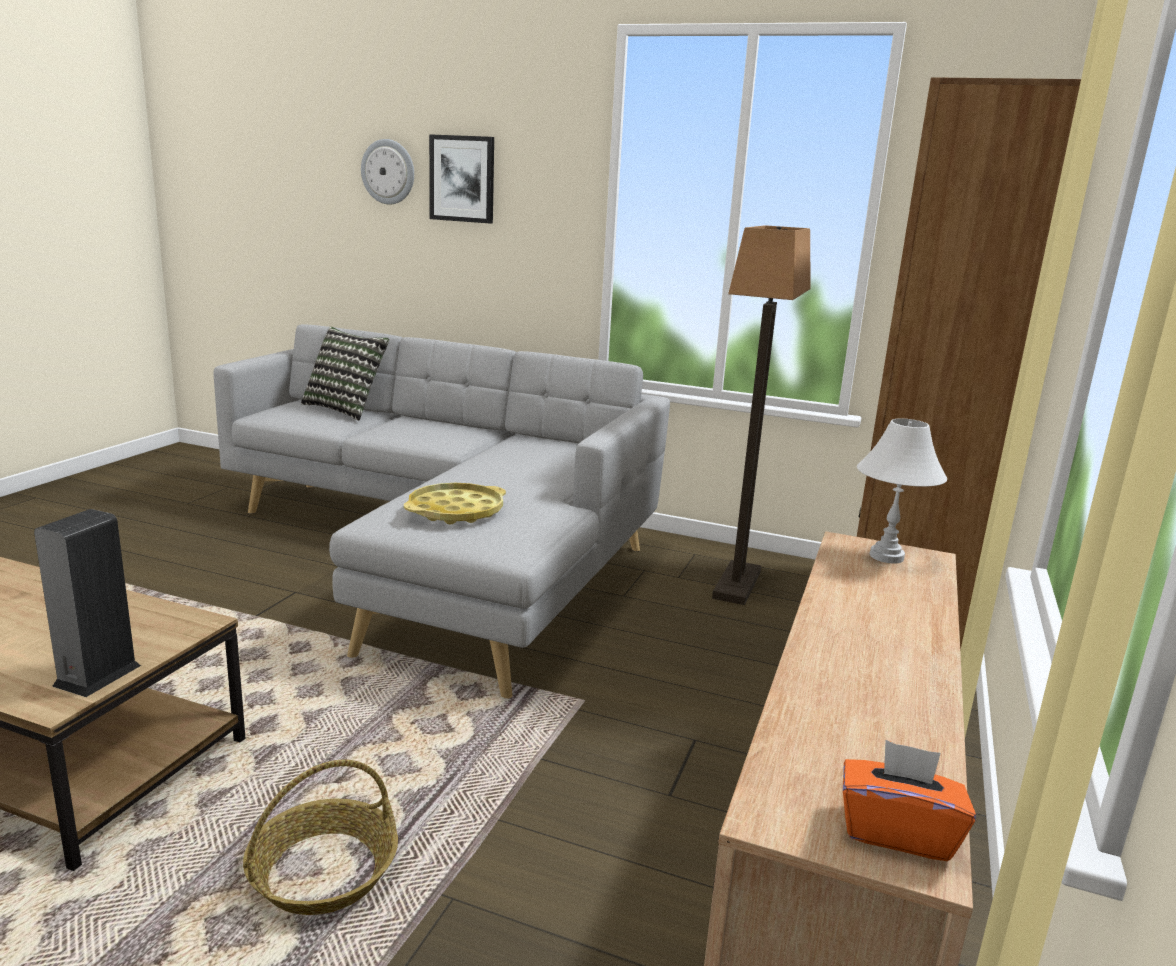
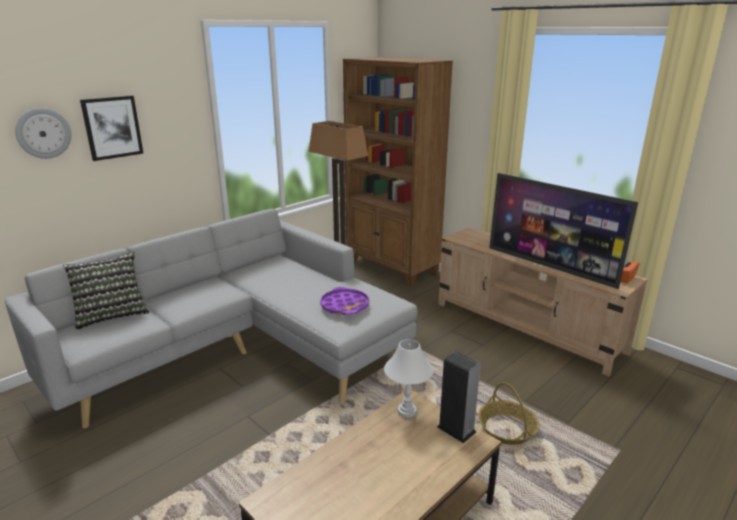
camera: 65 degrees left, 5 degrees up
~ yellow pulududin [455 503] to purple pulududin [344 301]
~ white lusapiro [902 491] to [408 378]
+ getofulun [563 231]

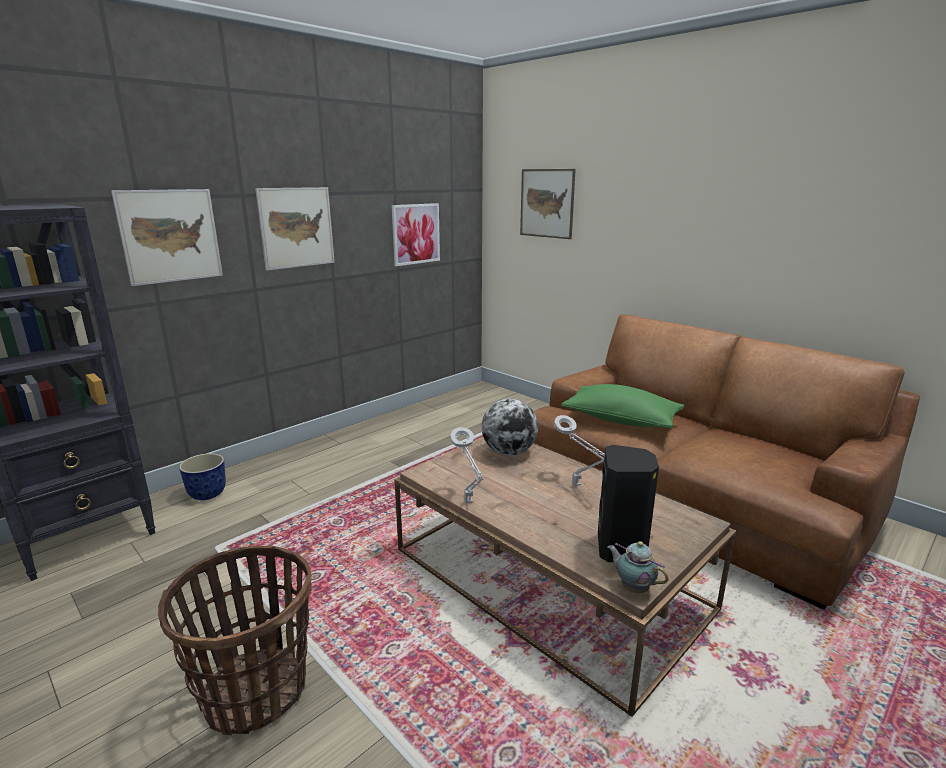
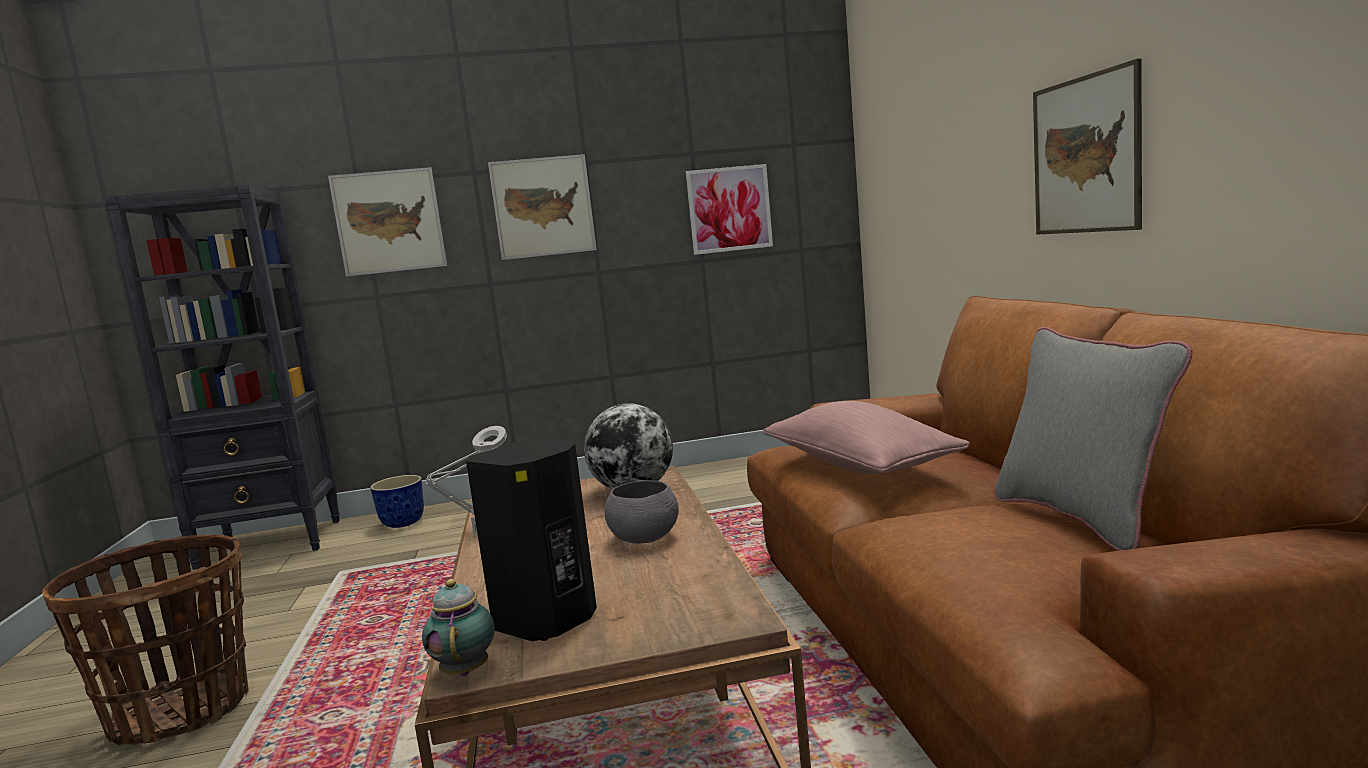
camera: 35 degrees right, 10 degrees down
~ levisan [548 204] to [1087 146]
~ grey lusapiro [579 450] to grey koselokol [641 512]
~ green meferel [622 406] to pink meferel [866 437]
+ grey meferel [1093 439]

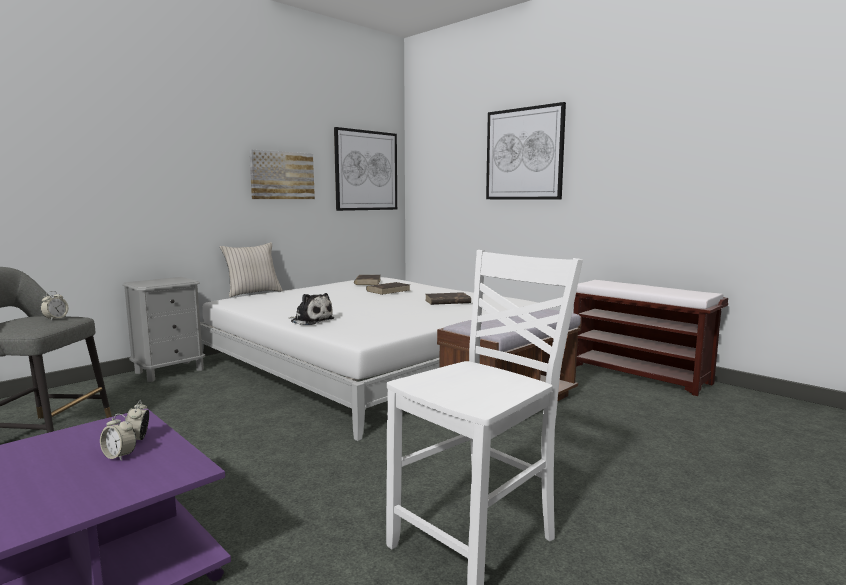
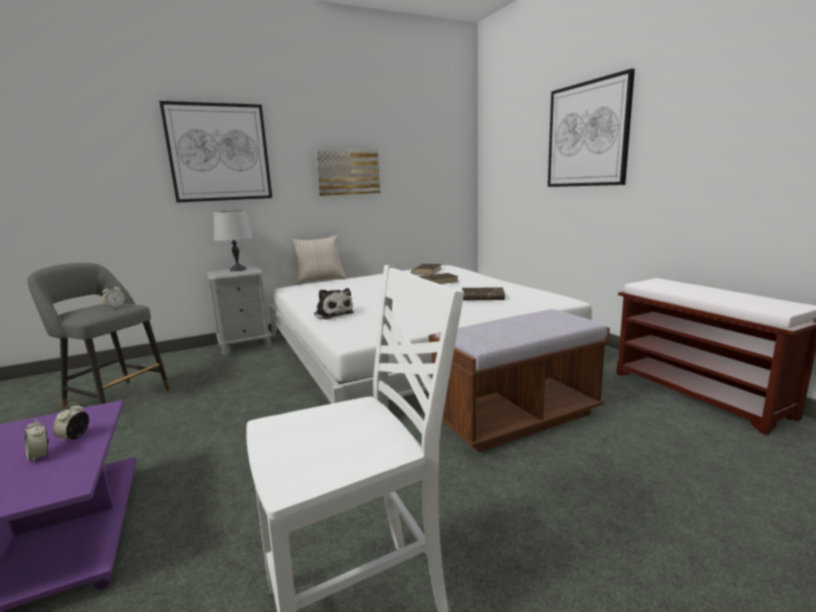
camera: 20 degrees right, 5 degrees up
~ levisan [365 169] to [215 151]
+ grey lusapiro [233 240]

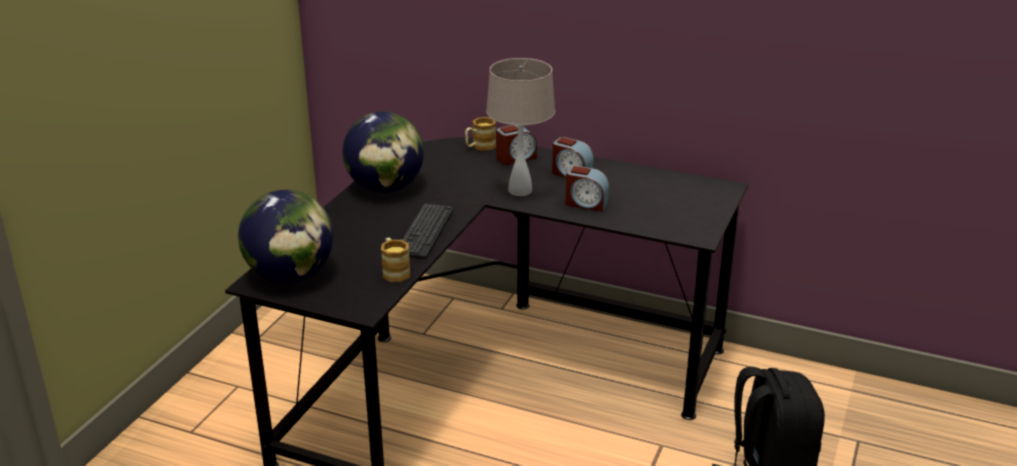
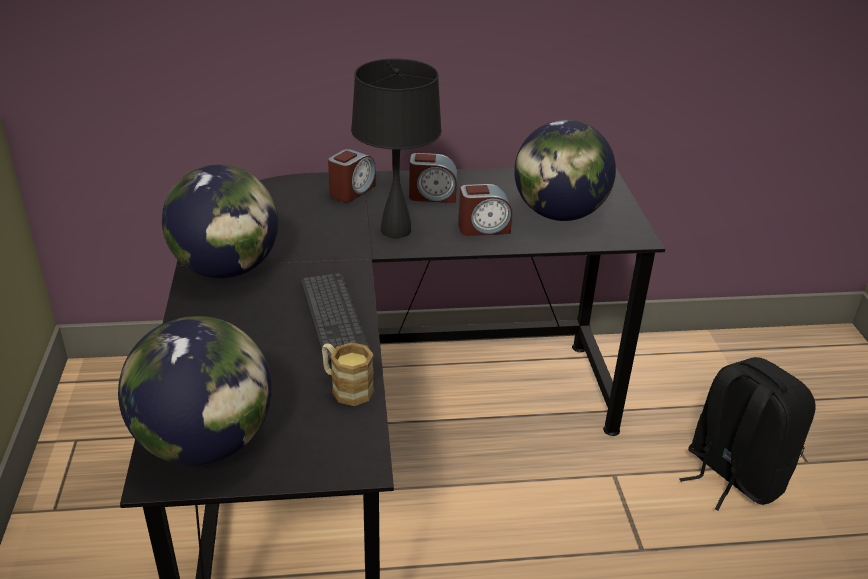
camera: 30 degrees left, 5 degrees up
- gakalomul [480 134]
~ beige lusapiro [520 127] to black lusapiro [396 148]
+ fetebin [565 170]

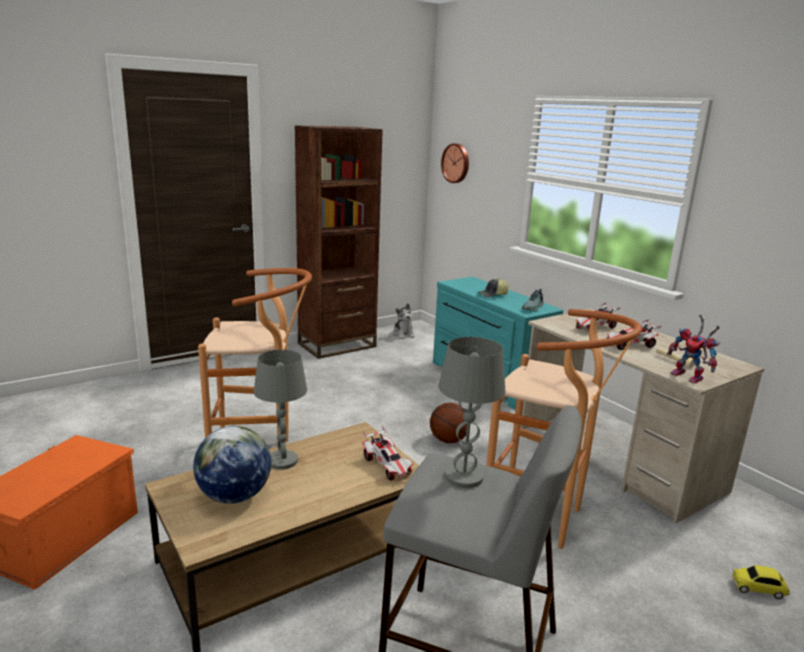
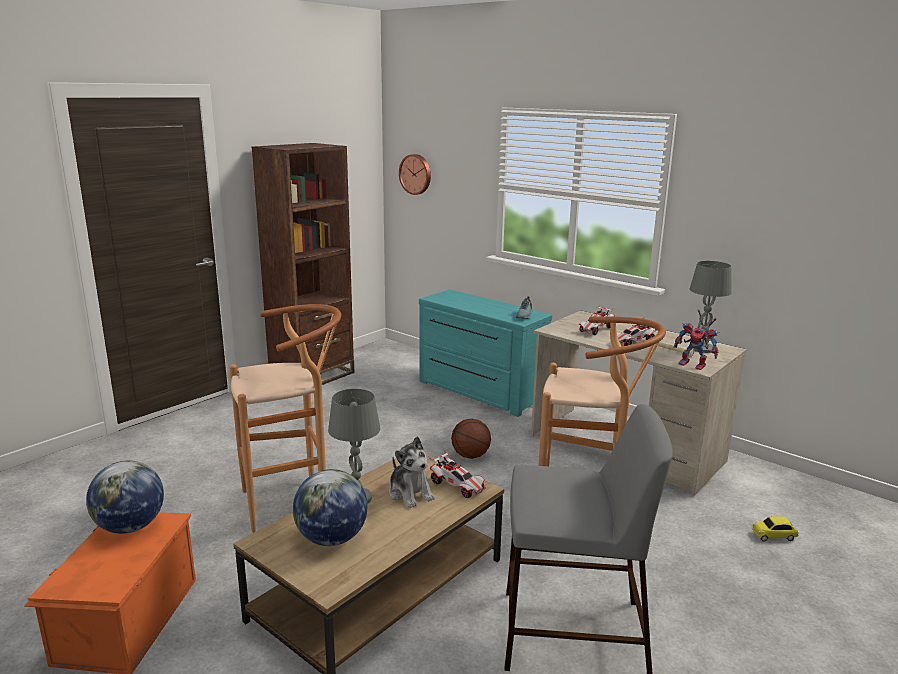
camera: 15 degrees left, 0 degrees up
~ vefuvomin [404 321] to [412 472]
~ grey lusapiro [472 412] to [710 307]
- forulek [492 287]
+ fetebin [125 497]

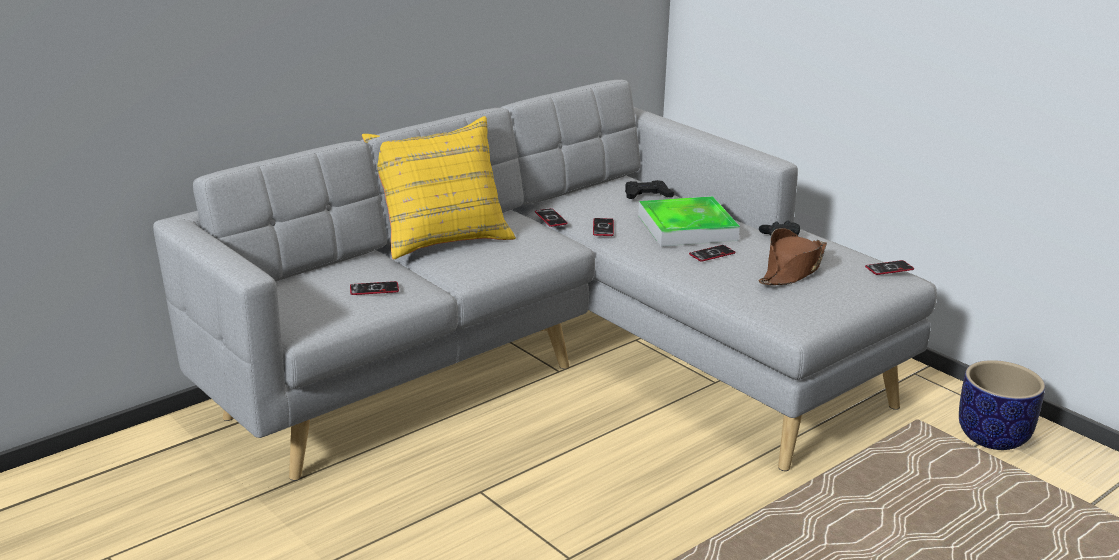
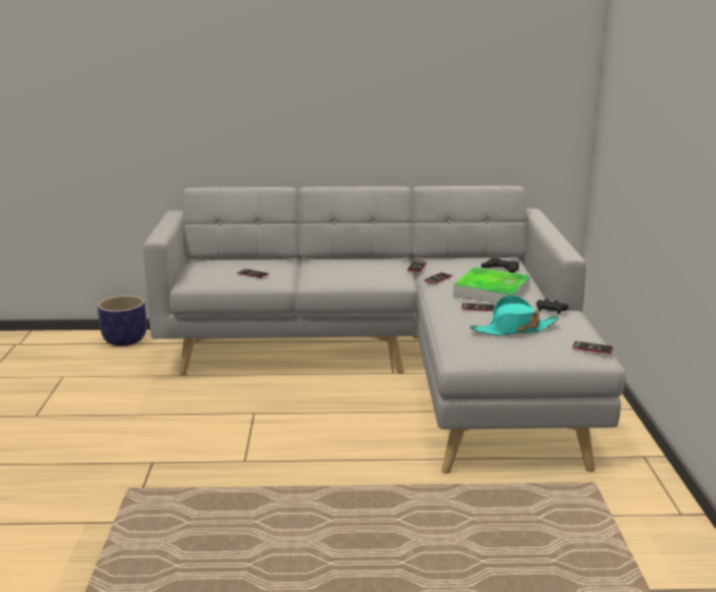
camera: 40 degrees right, 5 degrees down
- yellow meferel [439 188]
~ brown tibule [792 256] to turquoise tibule [514 315]
~ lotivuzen [1002 405] to [122 320]

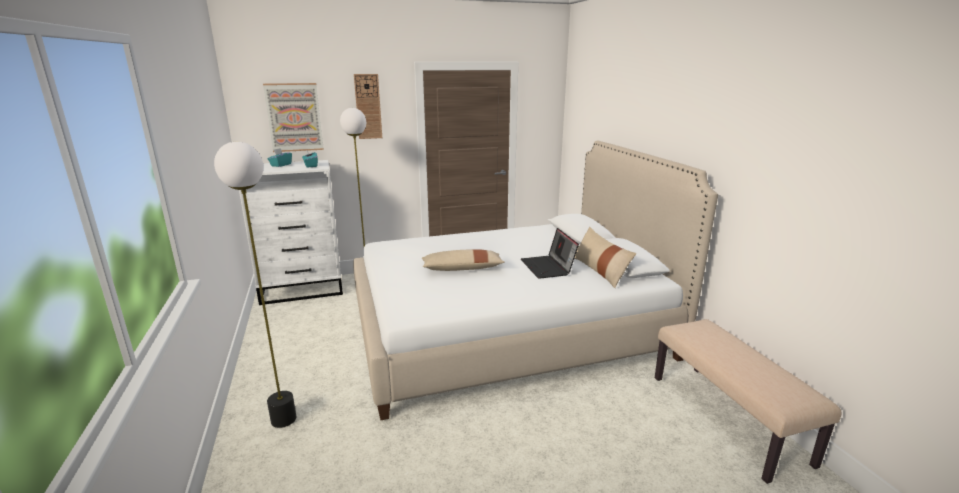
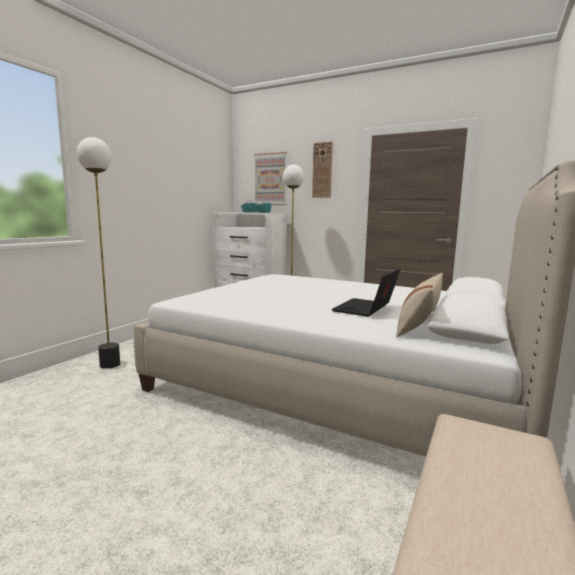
camera: 45 degrees right, 10 degrees down
- beige meferel [463 260]

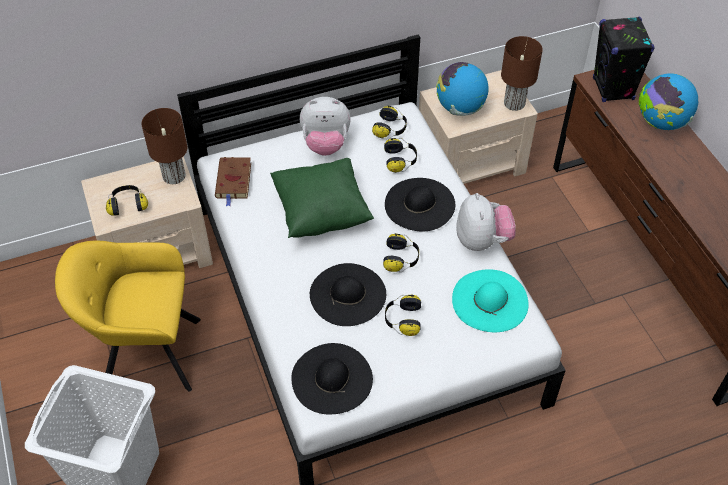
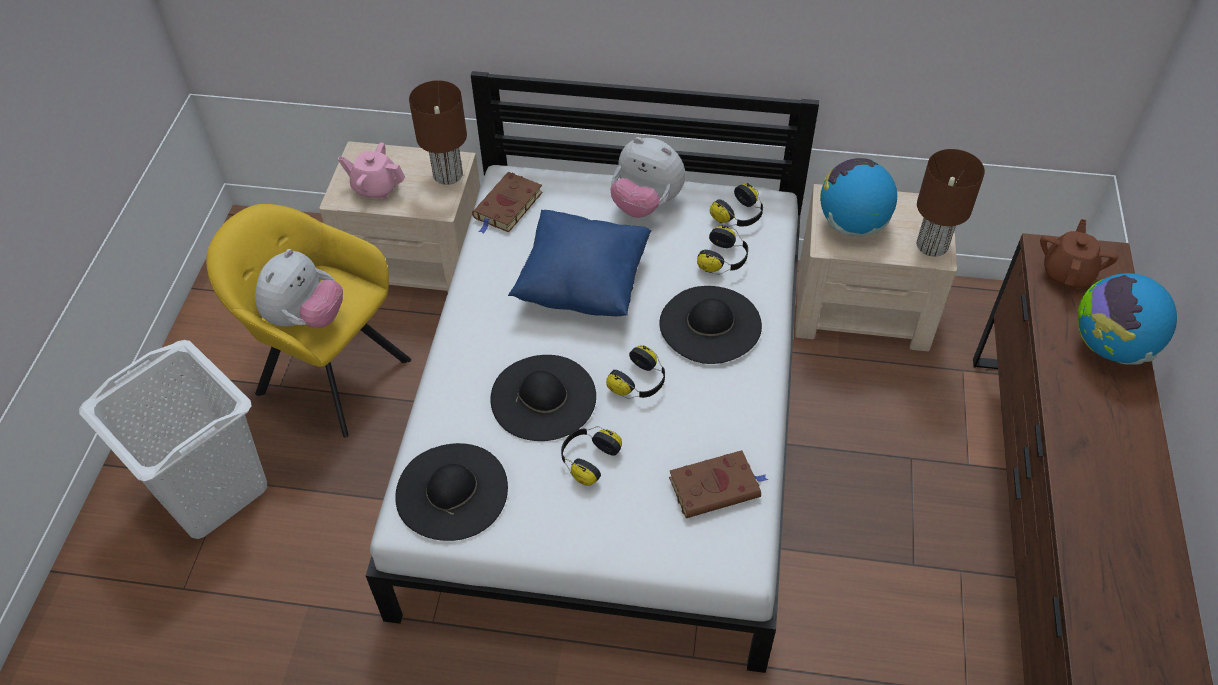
camera: 30 degrees right, 0 degrees up
~ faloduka [127 200] to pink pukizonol [371 171]
~ green meferel [322 198] to blue meferel [579 263]
~ turquoise tibule [490 300] to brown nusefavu [718 484]
~ vefuvomin [486 222] to [299 288]
~ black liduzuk [624 59] to brown pukizonol [1079 254]

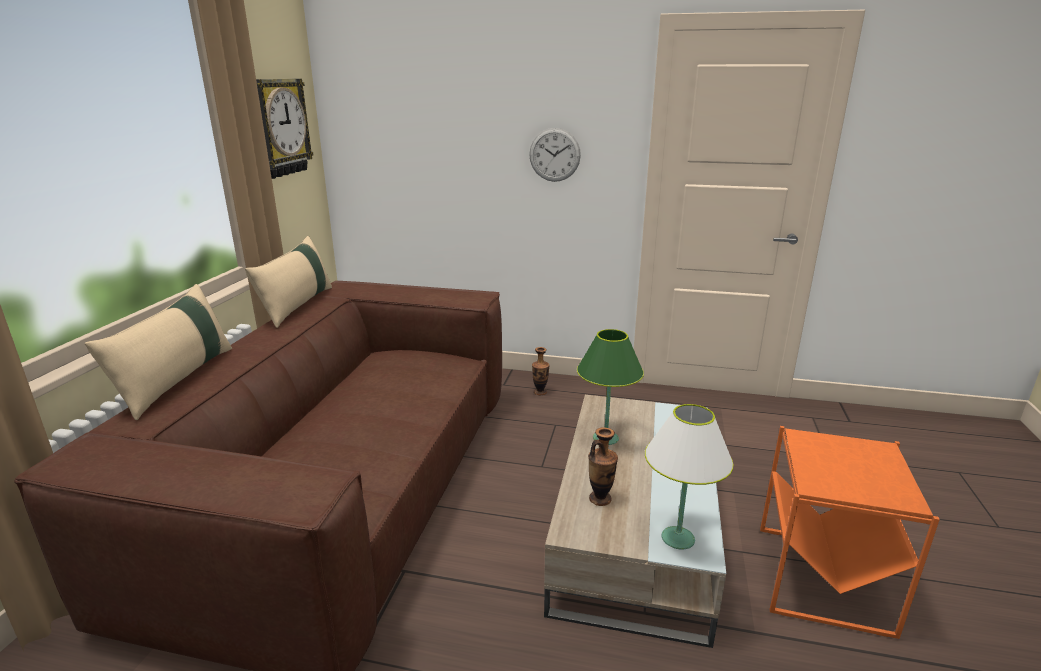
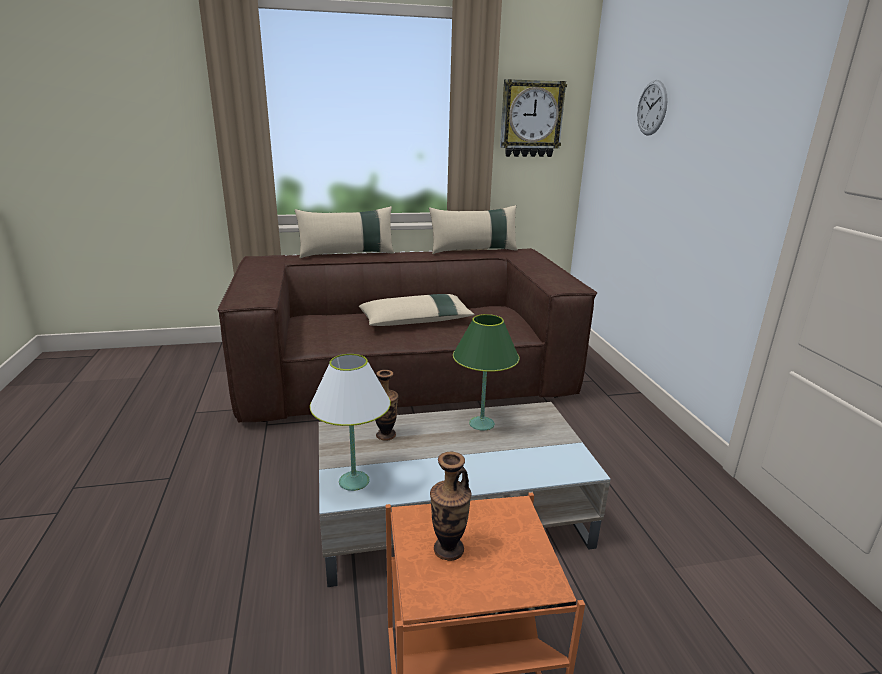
camera: 65 degrees right, 0 degrees up
~ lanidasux [555 155] to [652 108]
~ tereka [541 371] to [450 506]
+ beige meferel [417 310]

